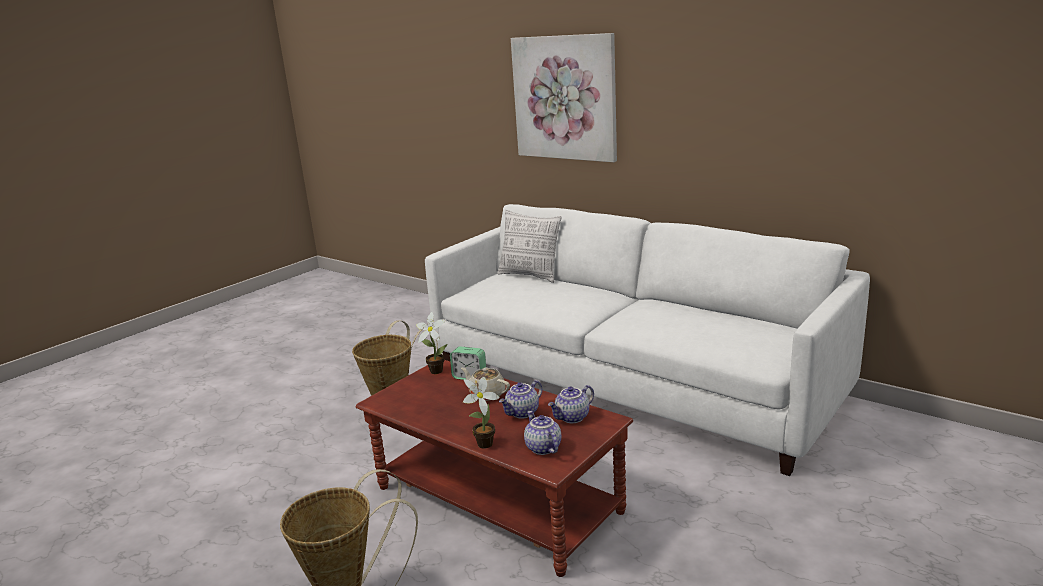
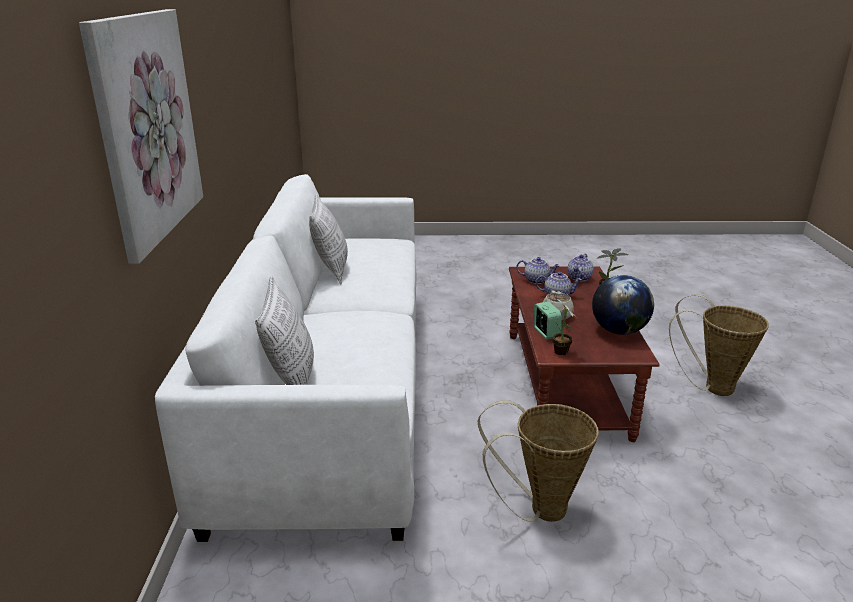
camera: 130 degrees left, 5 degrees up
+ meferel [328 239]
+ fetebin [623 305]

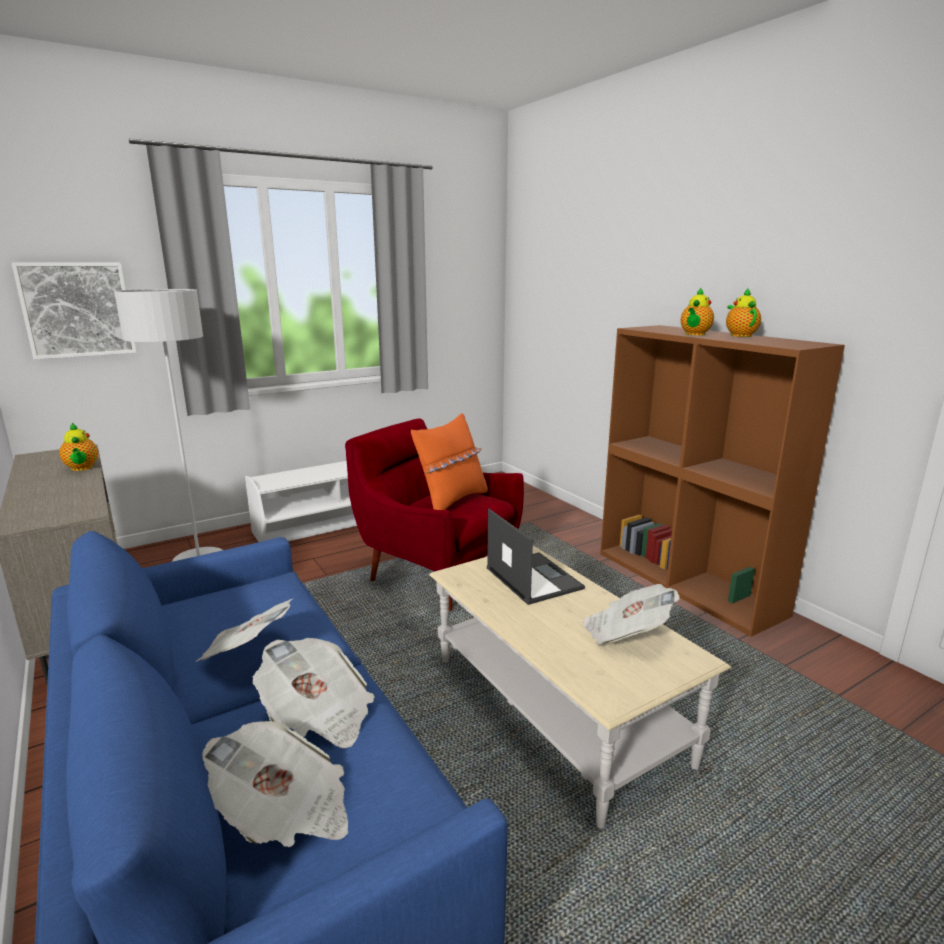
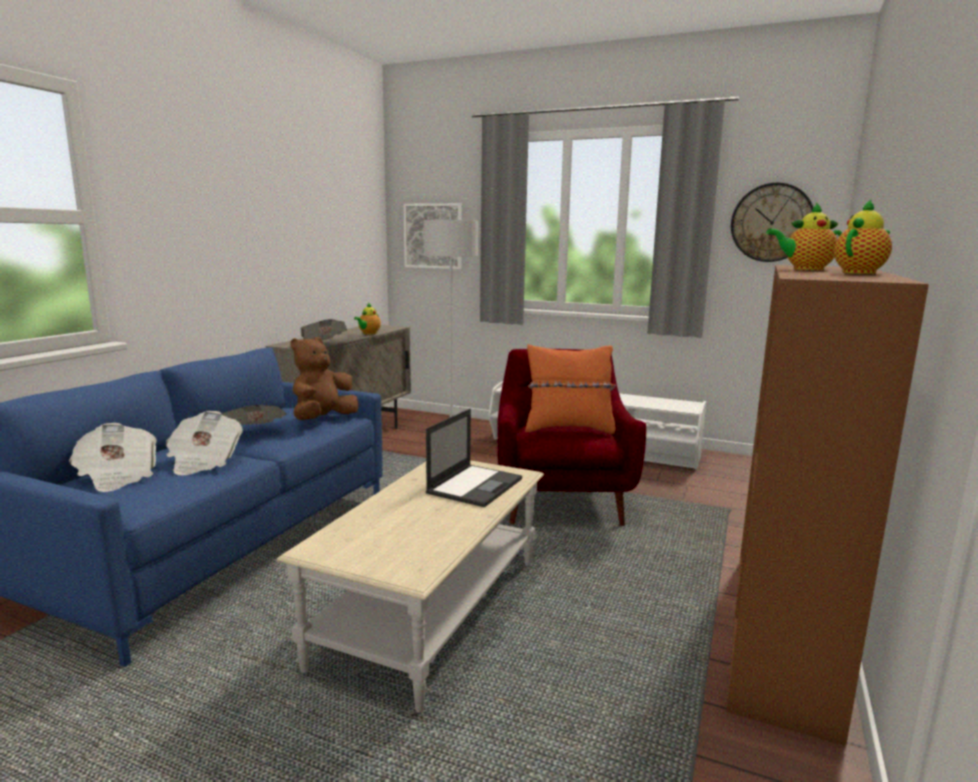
camera: 55 degrees right, 5 degrees down
~ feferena [631 614] to [323 329]
+ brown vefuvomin [325 378]
+ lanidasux [772 222]

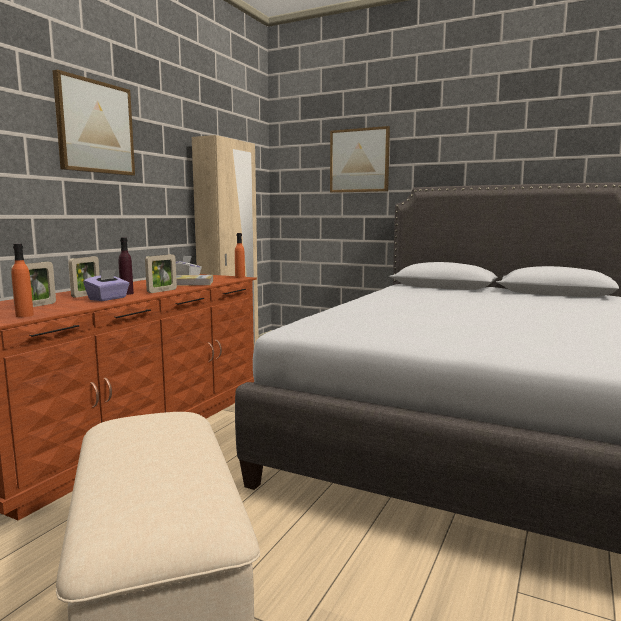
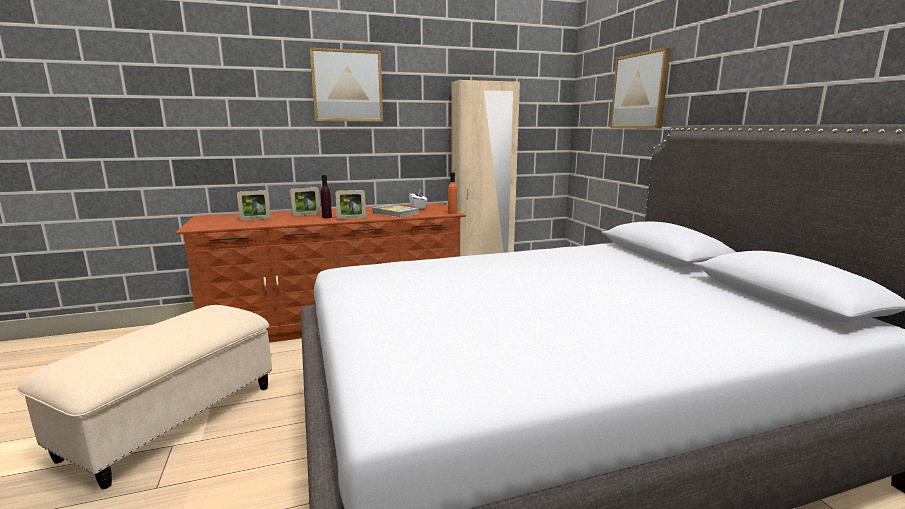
camera: 45 degrees right, 5 degrees up
- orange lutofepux [23 280]
- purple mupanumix [106 285]

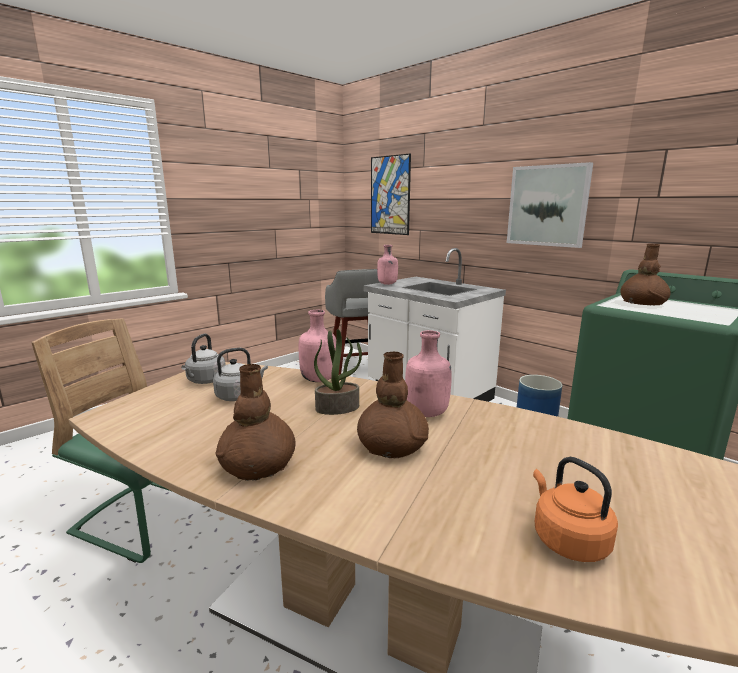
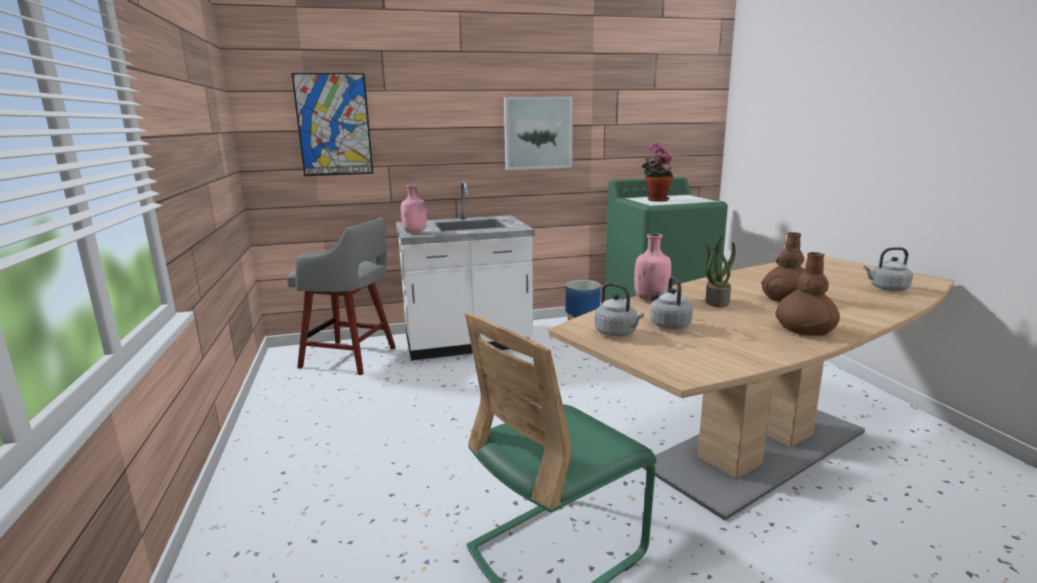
camera: 60 degrees left, 0 degrees up
- pink lutofepux [428 373]
~ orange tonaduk [575 509] to grey tonaduk [888 269]
~ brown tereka [645 274] to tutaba [657 172]

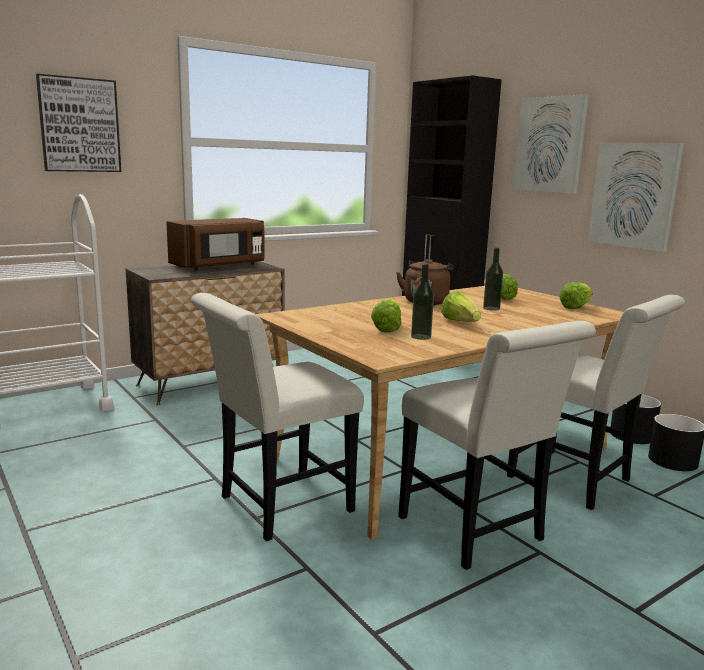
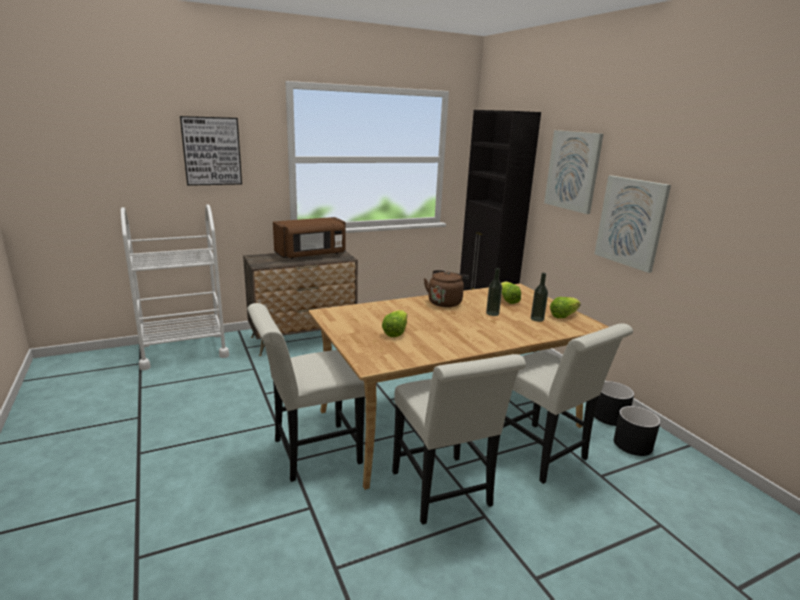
camera: 10 degrees right, 5 degrees up
~ lutofepux [422 302] to [539 297]
- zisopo [461 306]

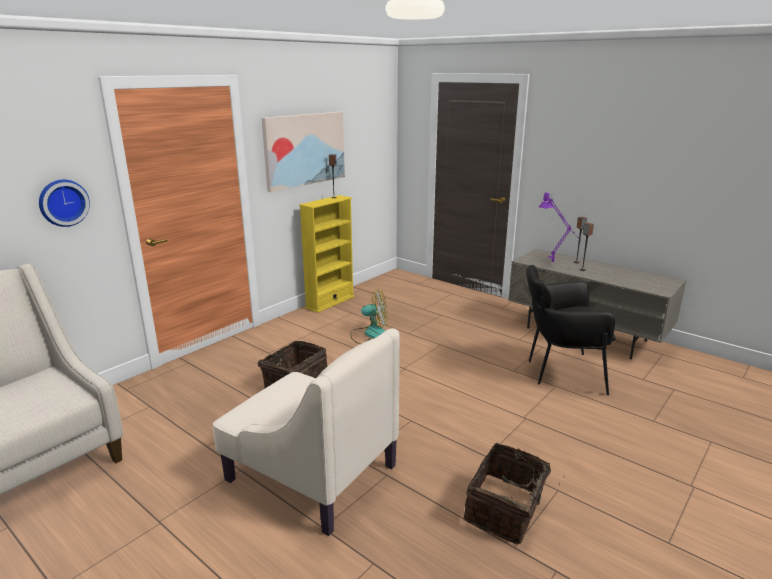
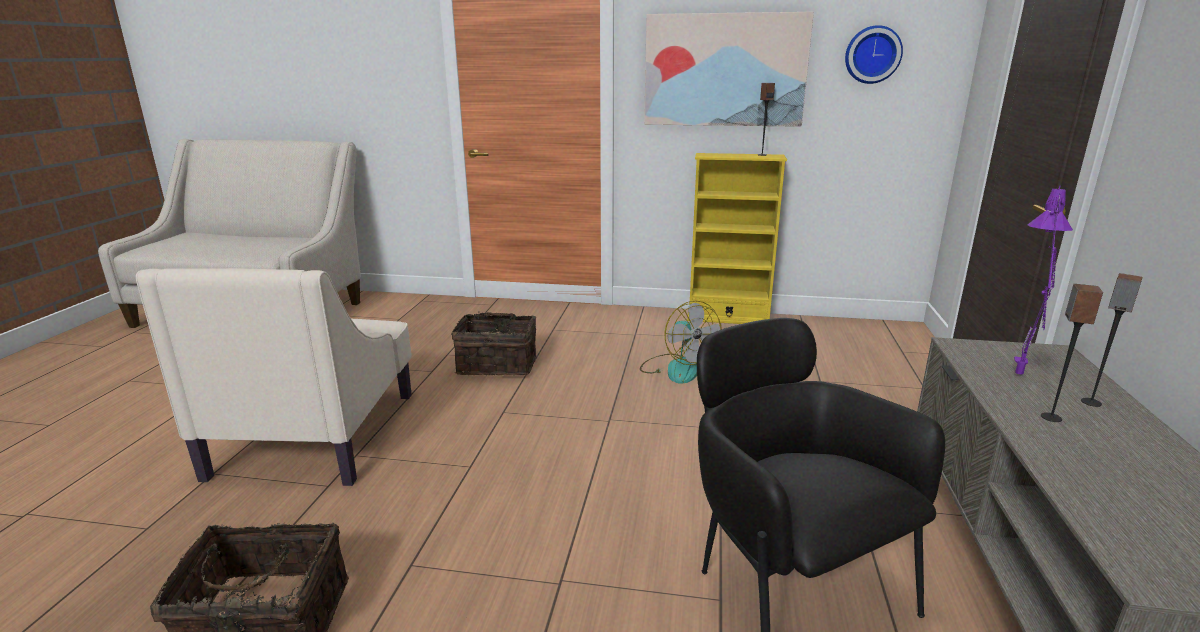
camera: 60 degrees right, 0 degrees up
~ lanidasux [64 203] to [874 54]

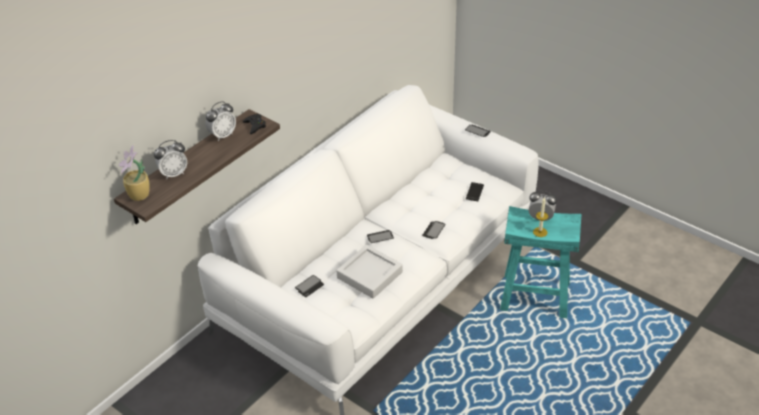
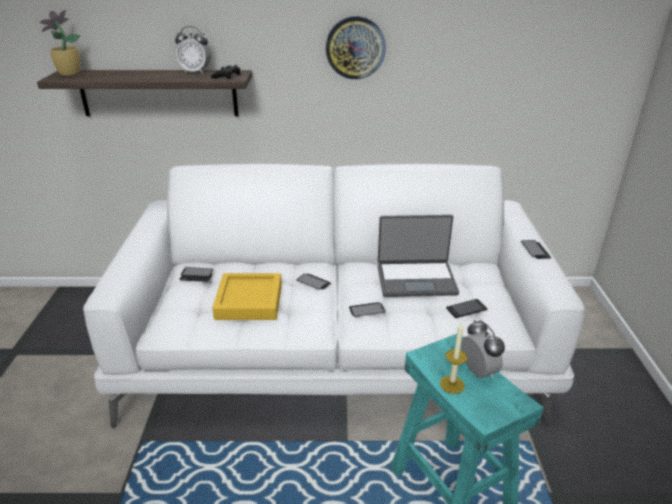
camera: 50 degrees right, 10 degrees down
- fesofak [170 159]
~ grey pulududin [370 272] to yellow pulududin [247 296]
+ lanidasux [356 47]
+ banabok [418 256]

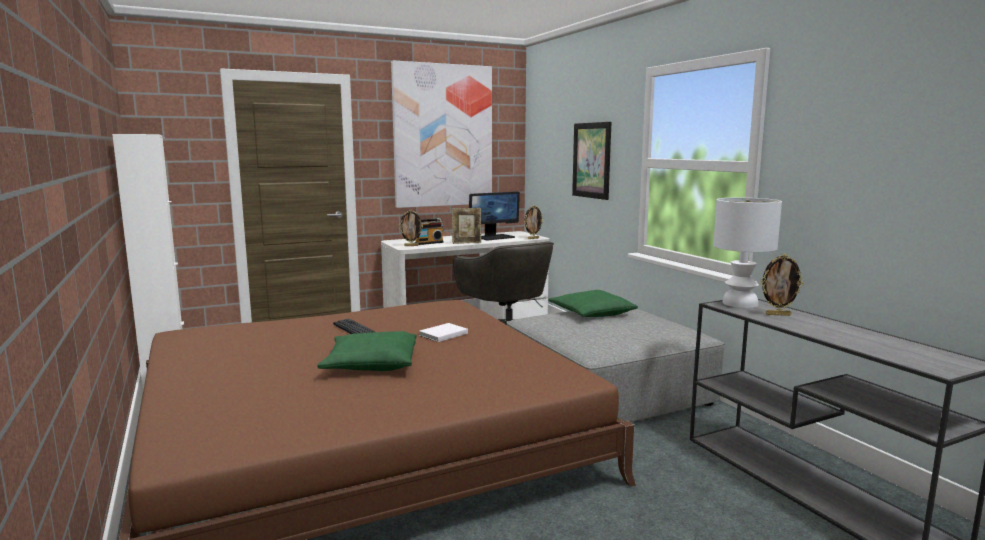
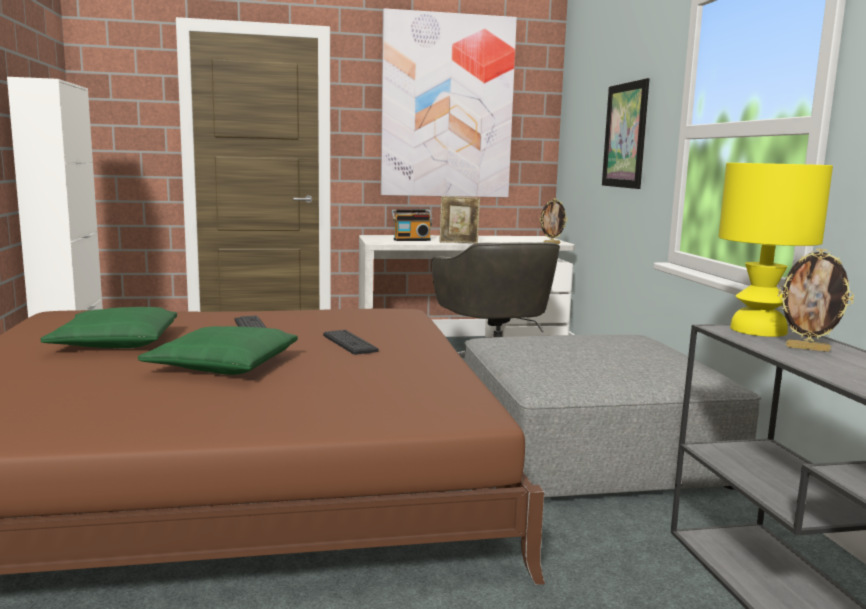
camera: 15 degrees right, 0 degrees up
- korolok [411 228]
~ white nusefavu [443 332] to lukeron [351 342]
- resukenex [494 215]
~ green meferel [593 303] to [109 327]
~ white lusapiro [747 253] to yellow lusapiro [776 250]

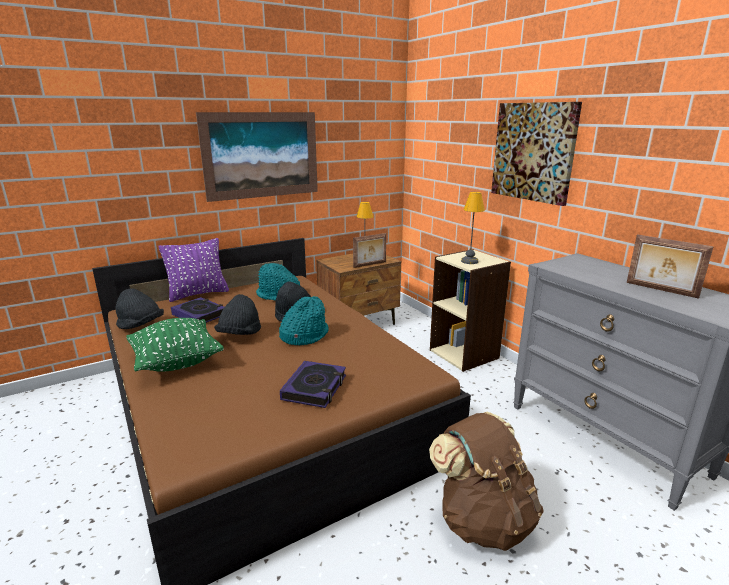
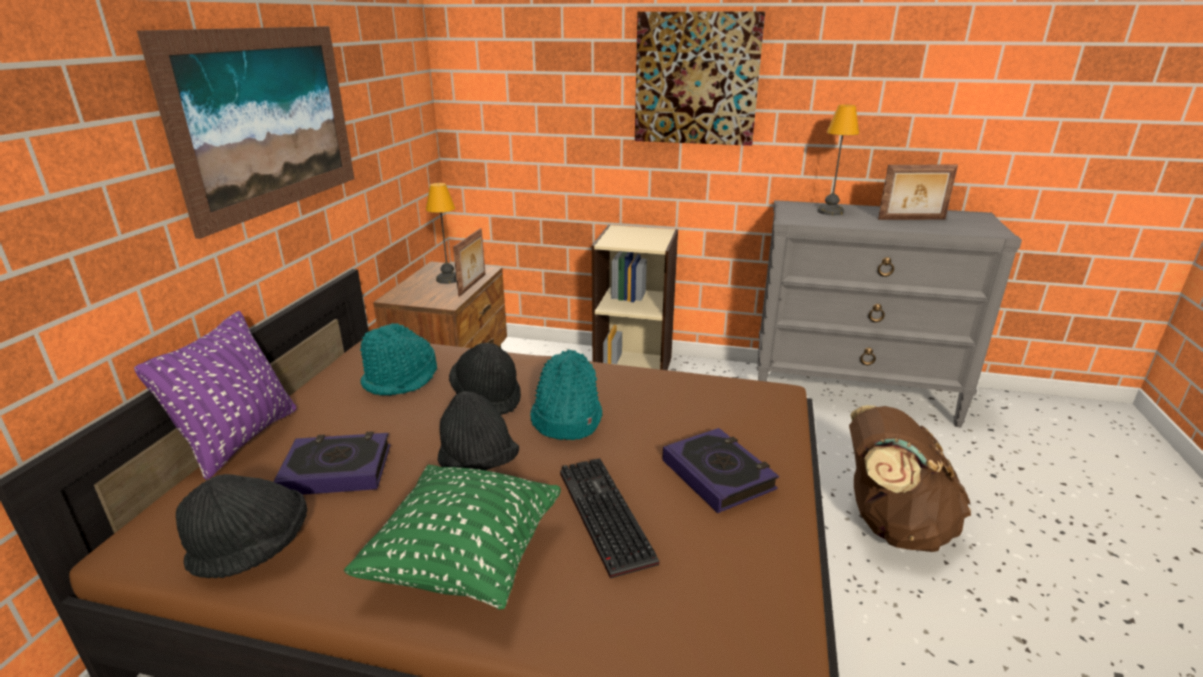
camera: 45 degrees left, 5 degrees up
~ lusapiro [473 228] to [838 159]
+ lukeron [609 518]

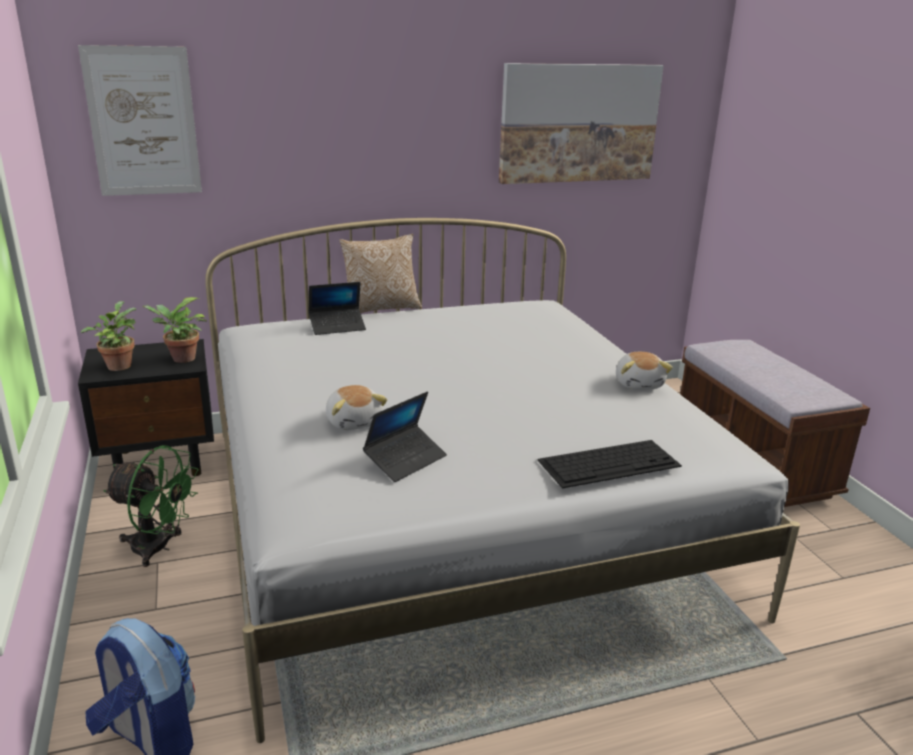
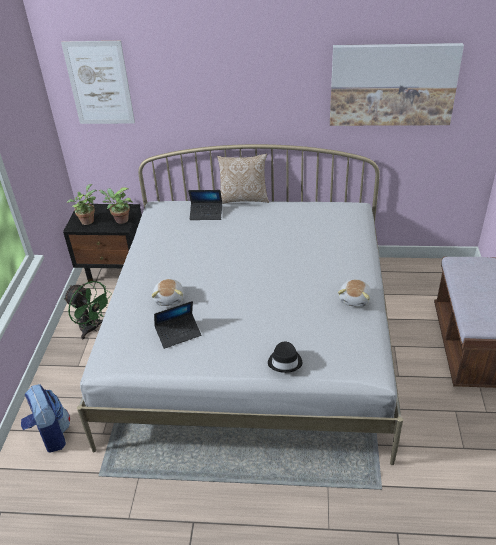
camera: 25 degrees right, 15 degrees up
~ lukeron [609 464] to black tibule [285 357]

